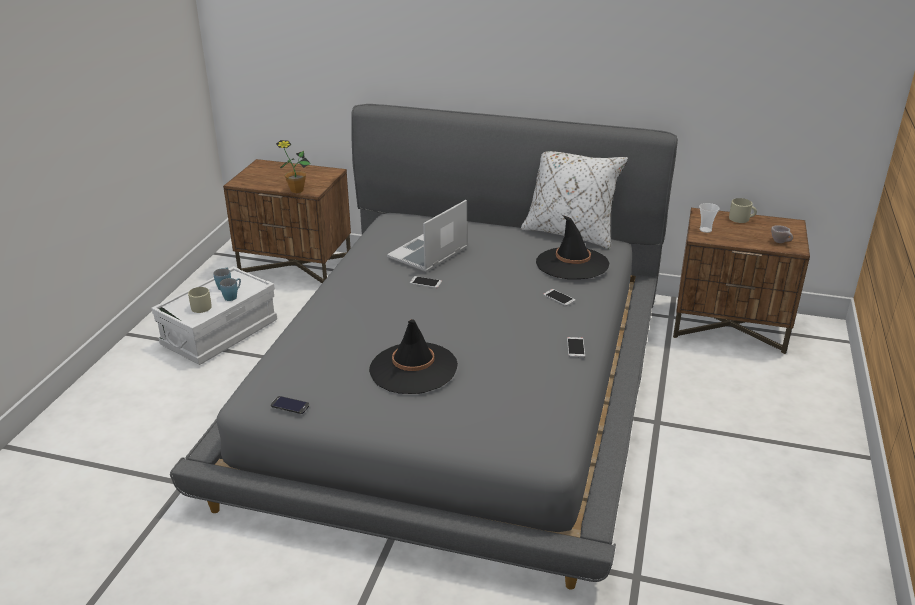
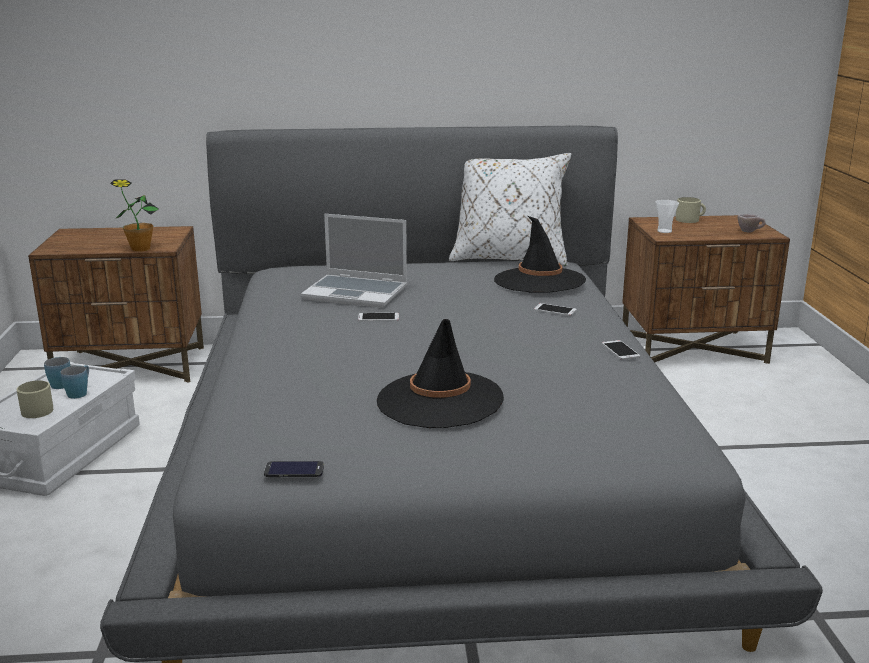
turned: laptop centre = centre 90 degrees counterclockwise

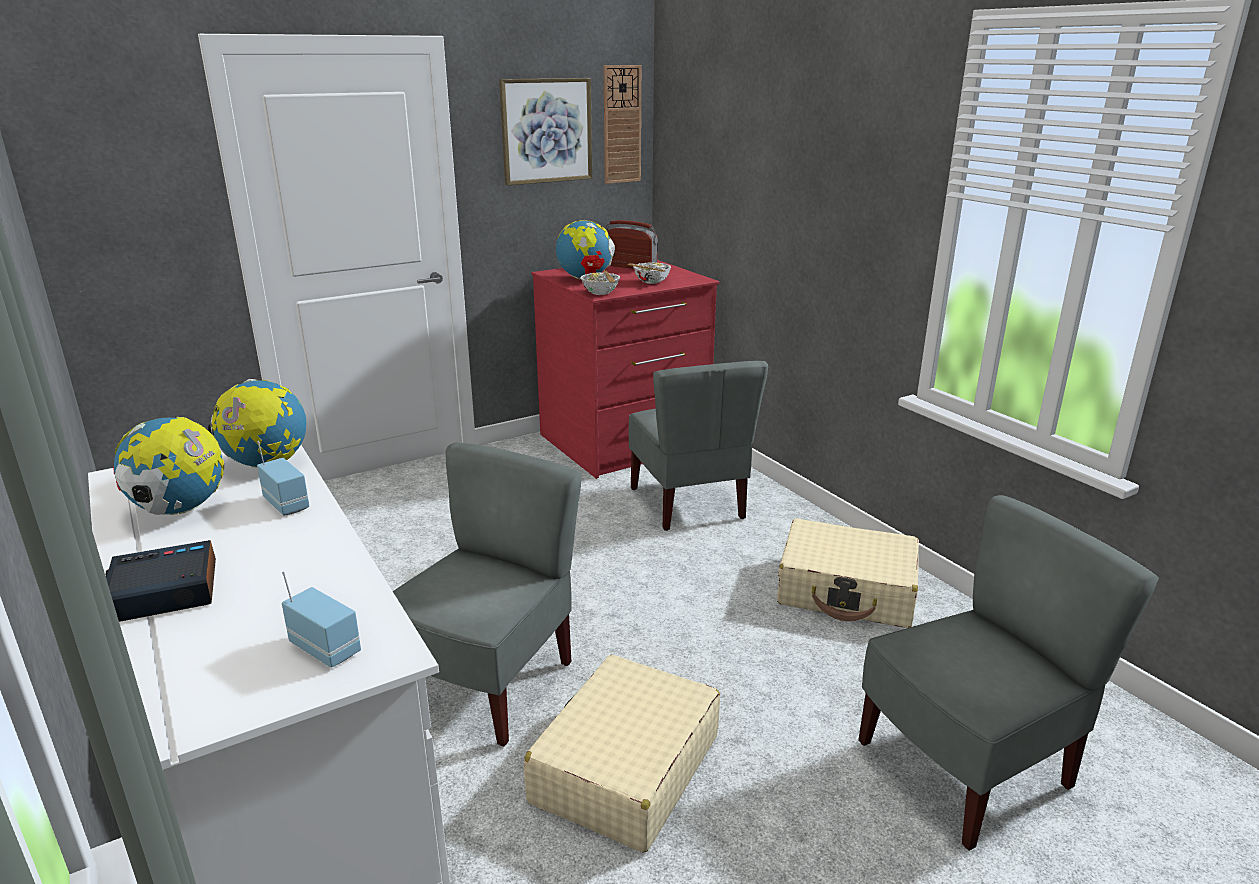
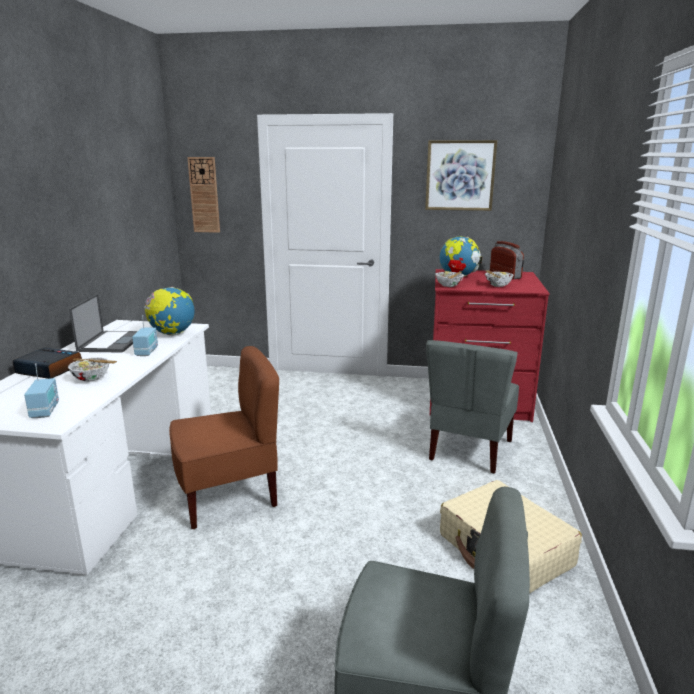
removed: beige suitcase (1st from left) bottom centre
added: bowl (1st from left) middle left
moved: wall clock top centre to top left
replaced: globe (1st from left) middle left to laptop middle left
recoloured: grey chair (1st from left) bottom centre to brown chair middle left

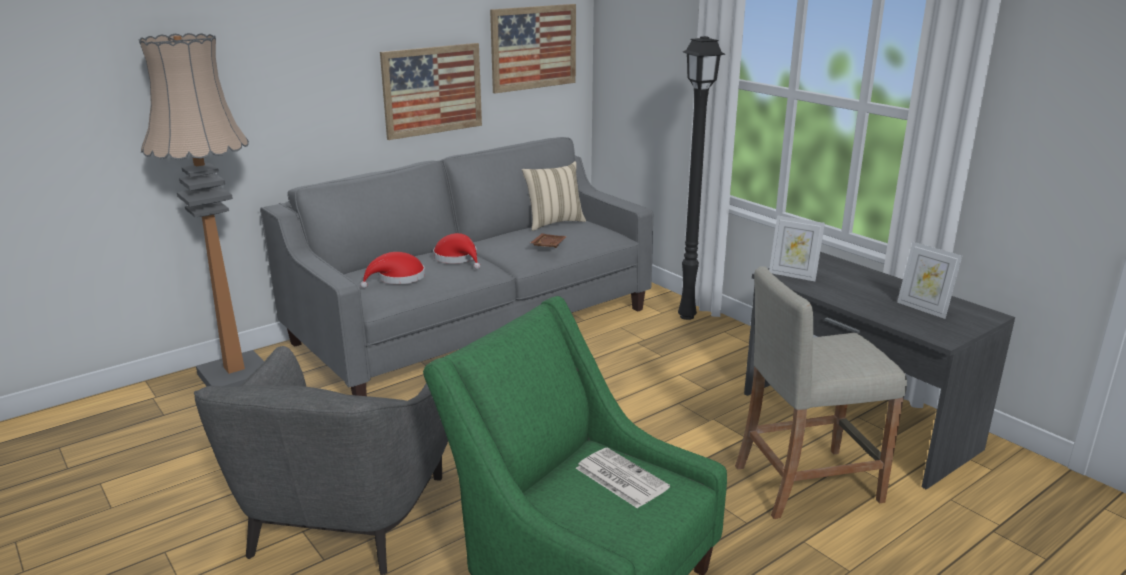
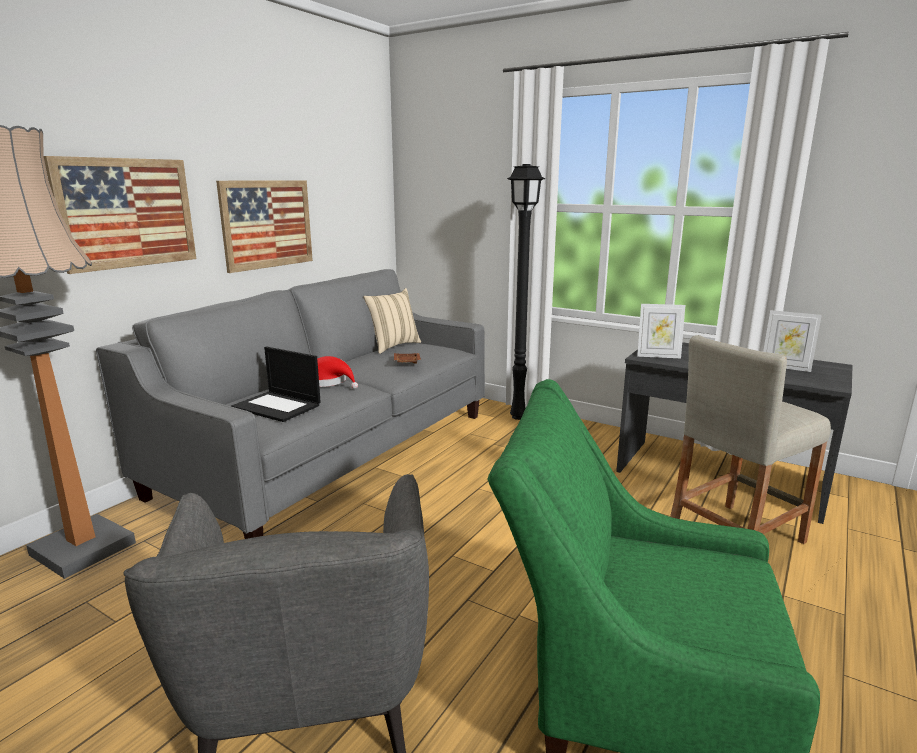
removed: newspaper bottom centre
moved: picture (2nd from left in the first image) top centre to picture (1st from left) top left
replaced: red hat (1st from left) centre to laptop middle left

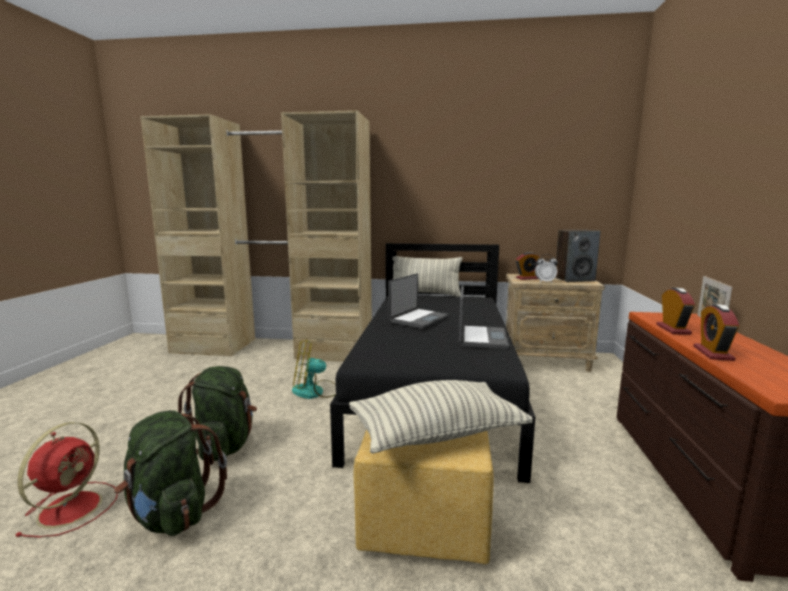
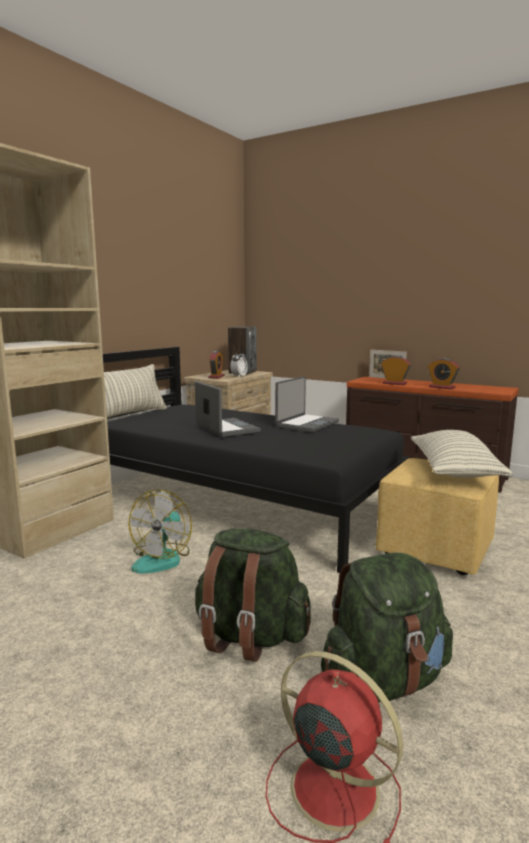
turned: laptop (2nd from left) centre = centre 90 degrees clockwise

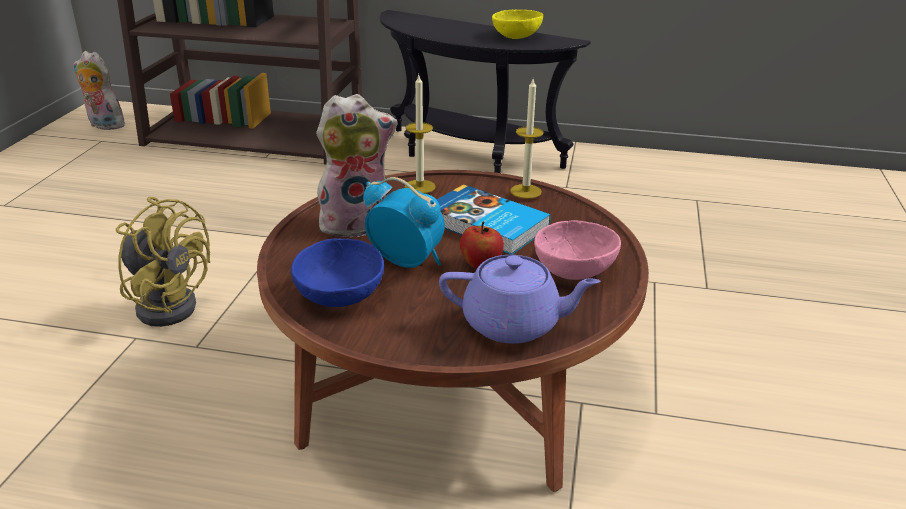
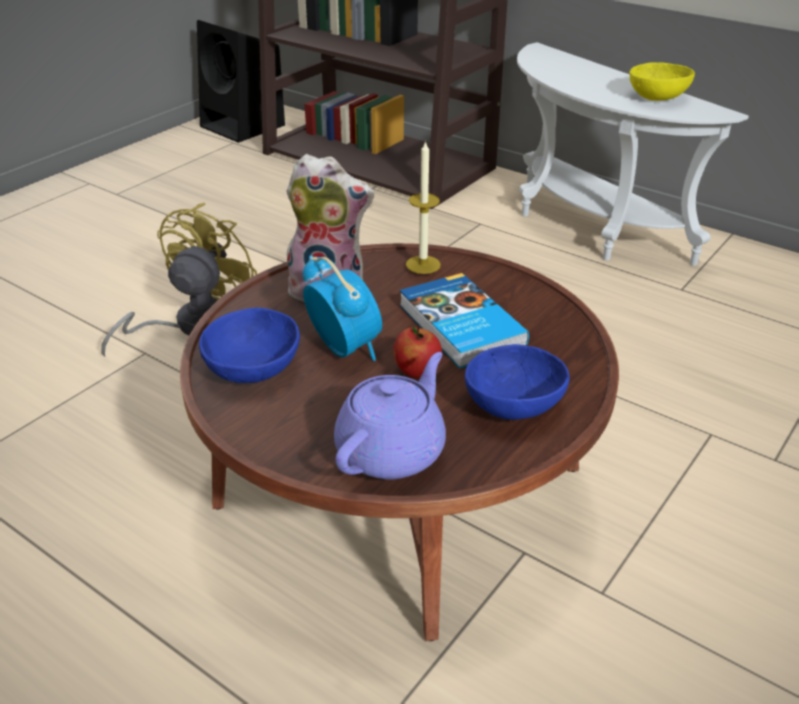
removed: candle (2nd from left) top centre
replaced: plush toy (1st from left) top left to black speaker top left
recoloured: black side table top centre to white side table top right; pink bowl centre to blue bowl (2nd from left) centre
turned: yellow fan middle left = middle left 120 degrees counterclockwise; purple teapot centre = centre 90 degrees counterclockwise

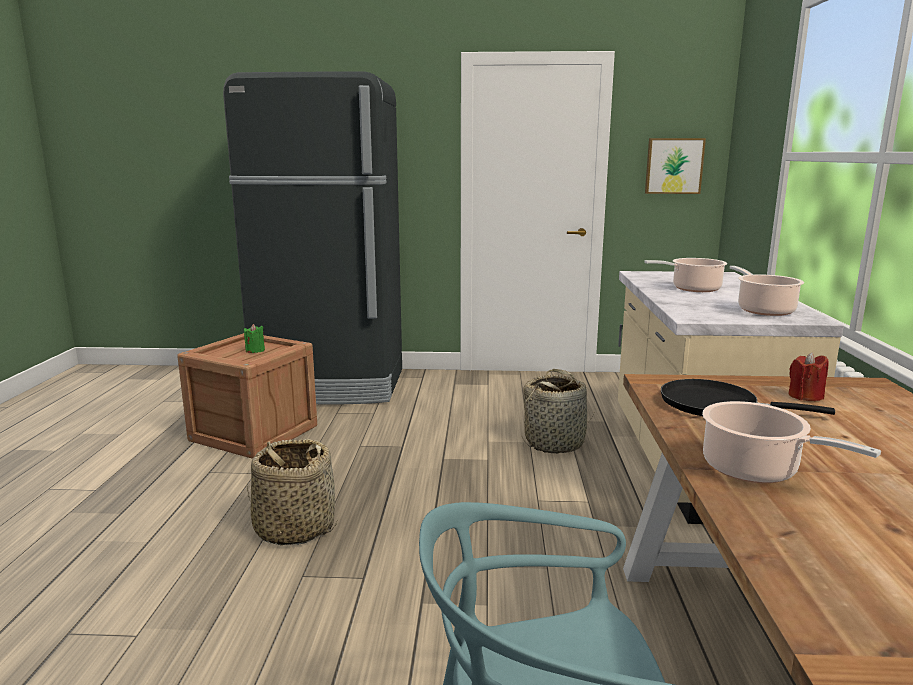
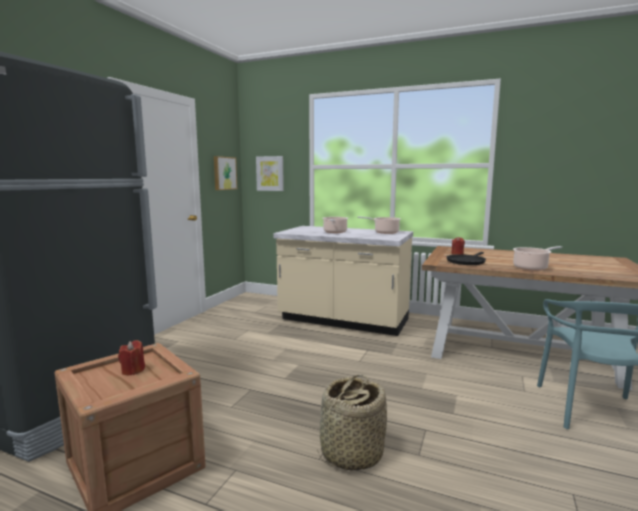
removed: basket (2nd from left) centre
added: picture (2nd from left) centre
recoloured: green candle middle left to red candle (1st from left) bottom left

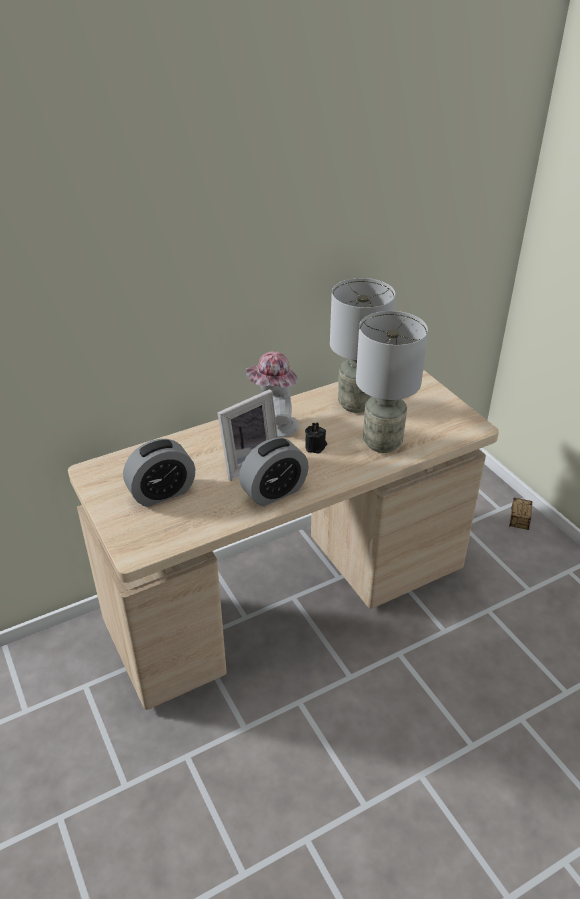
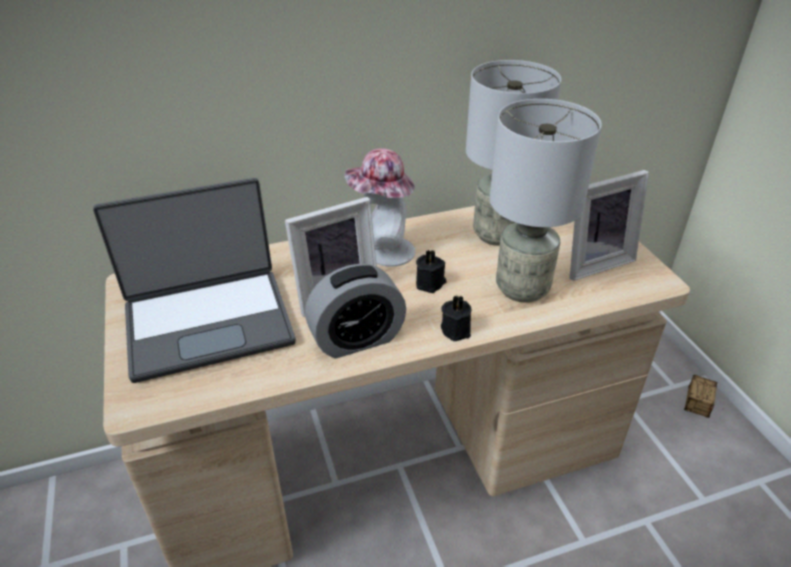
added: picture frame (2nd from left) middle right; black candle (2nd from left) centre
replaced: alarm clock (1st from left) middle left to laptop middle left

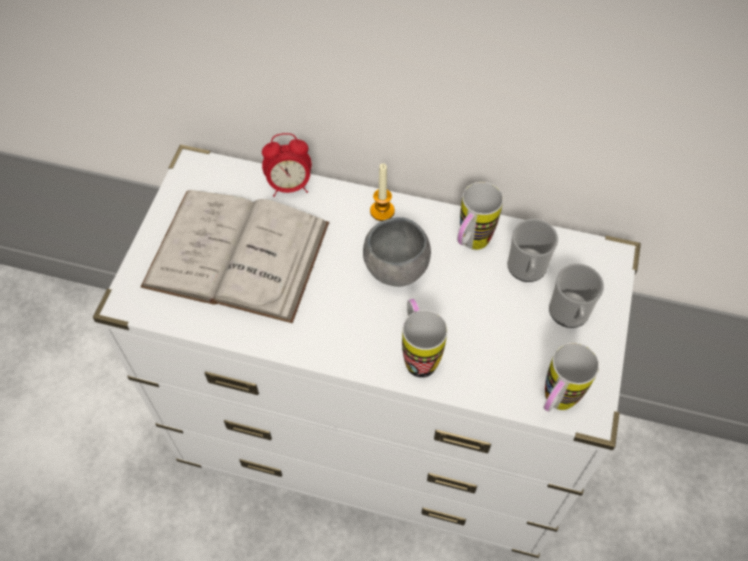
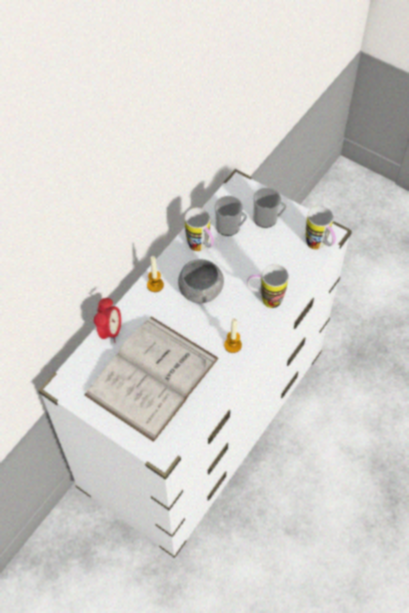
added: candle (2nd from left) centre

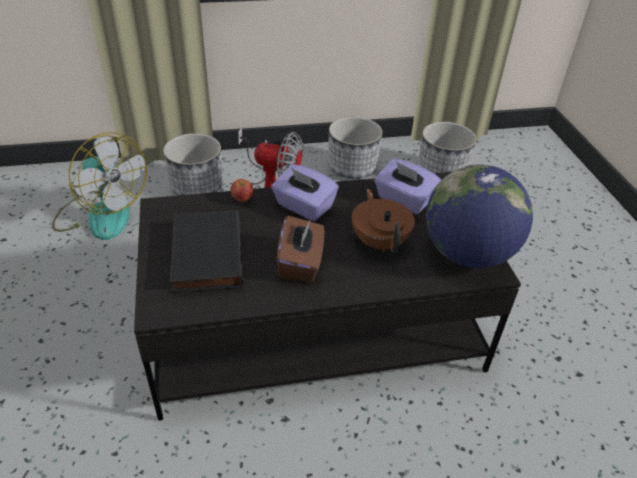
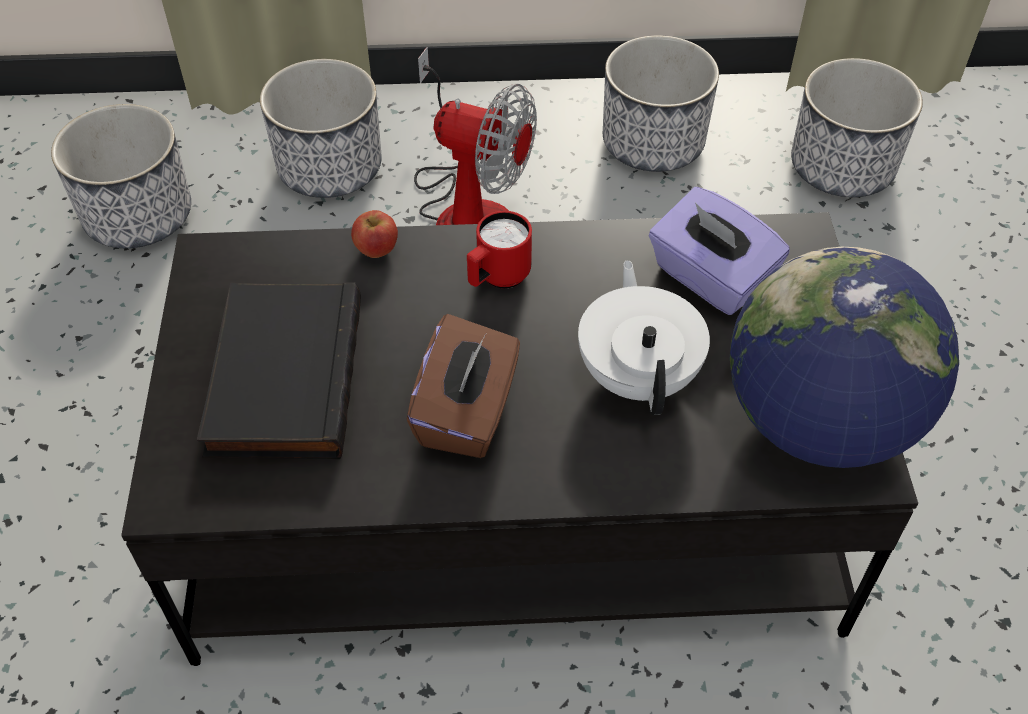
replaced: fan (1st from left) middle left to planter (1st from left) top left; purple tissue box (1st from left) centre to red mug centre
recoloured: brown teapot centre to white teapot centre

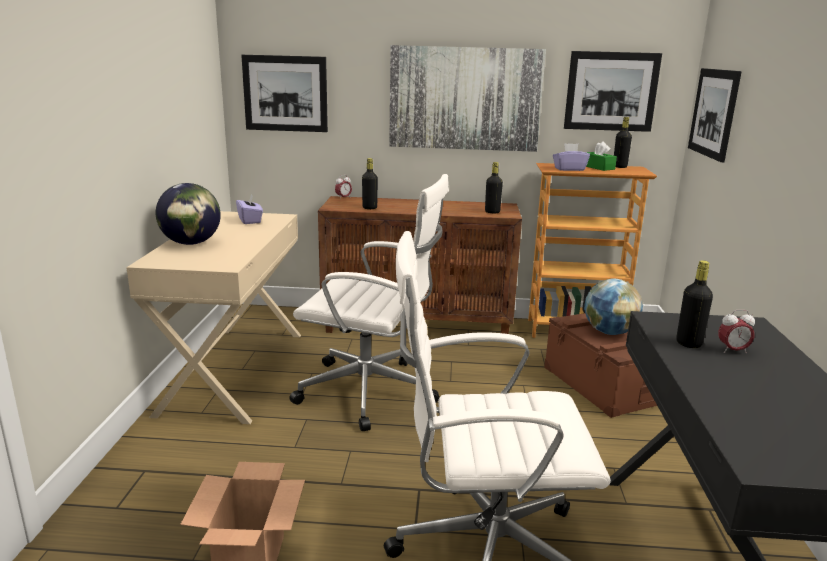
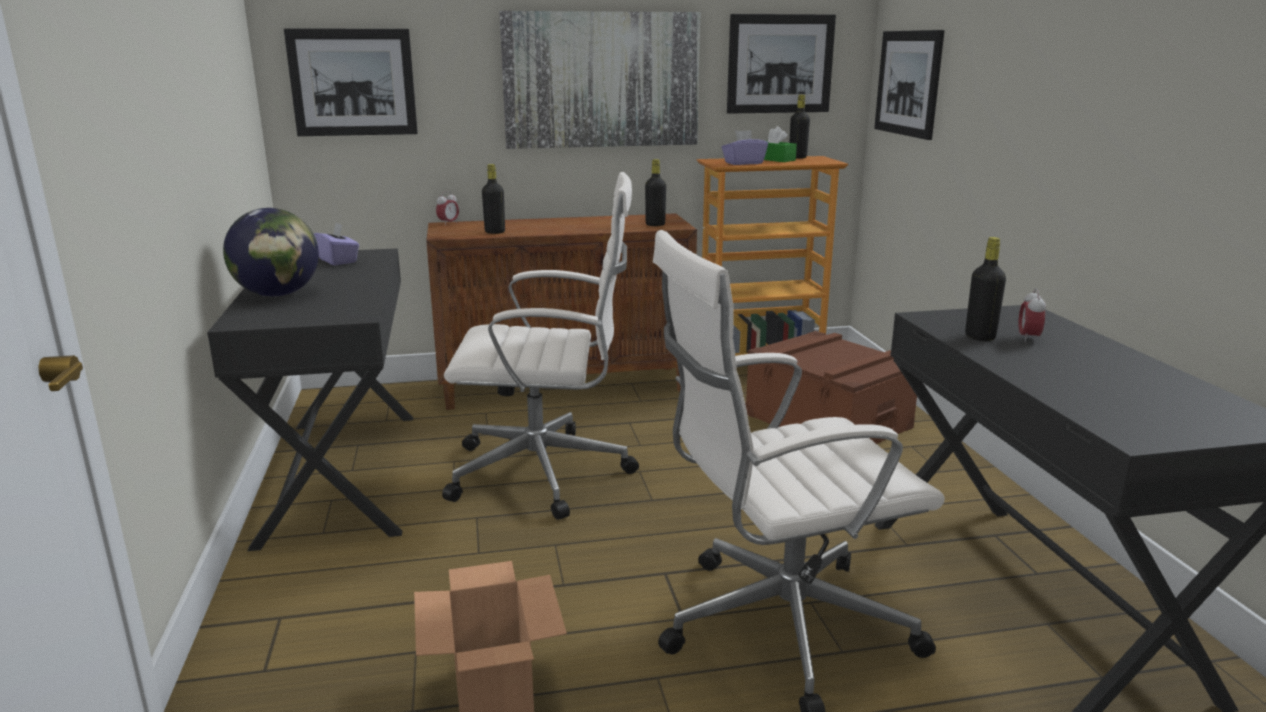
removed: globe (2nd from left) middle right
recoloured: beige desk middle left to black desk (1st from left) middle left
turned: alarm clock (2nd from left) middle right = middle right 120 degrees clockwise

